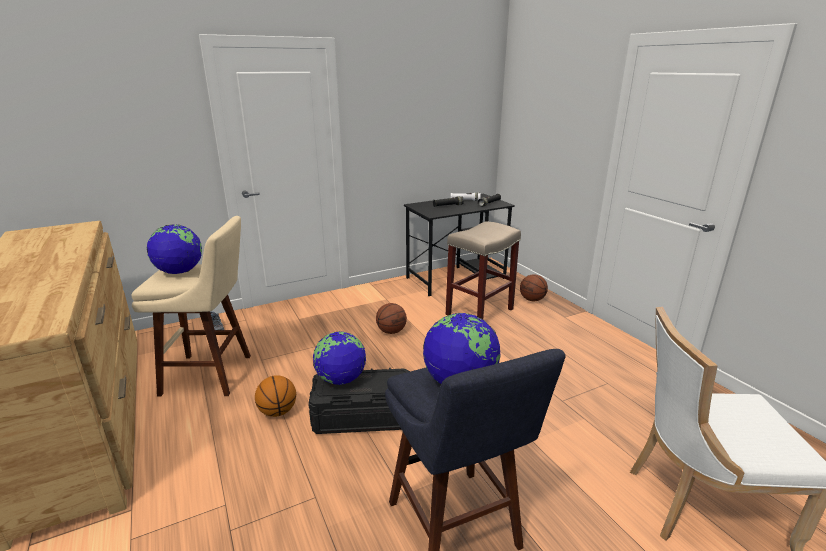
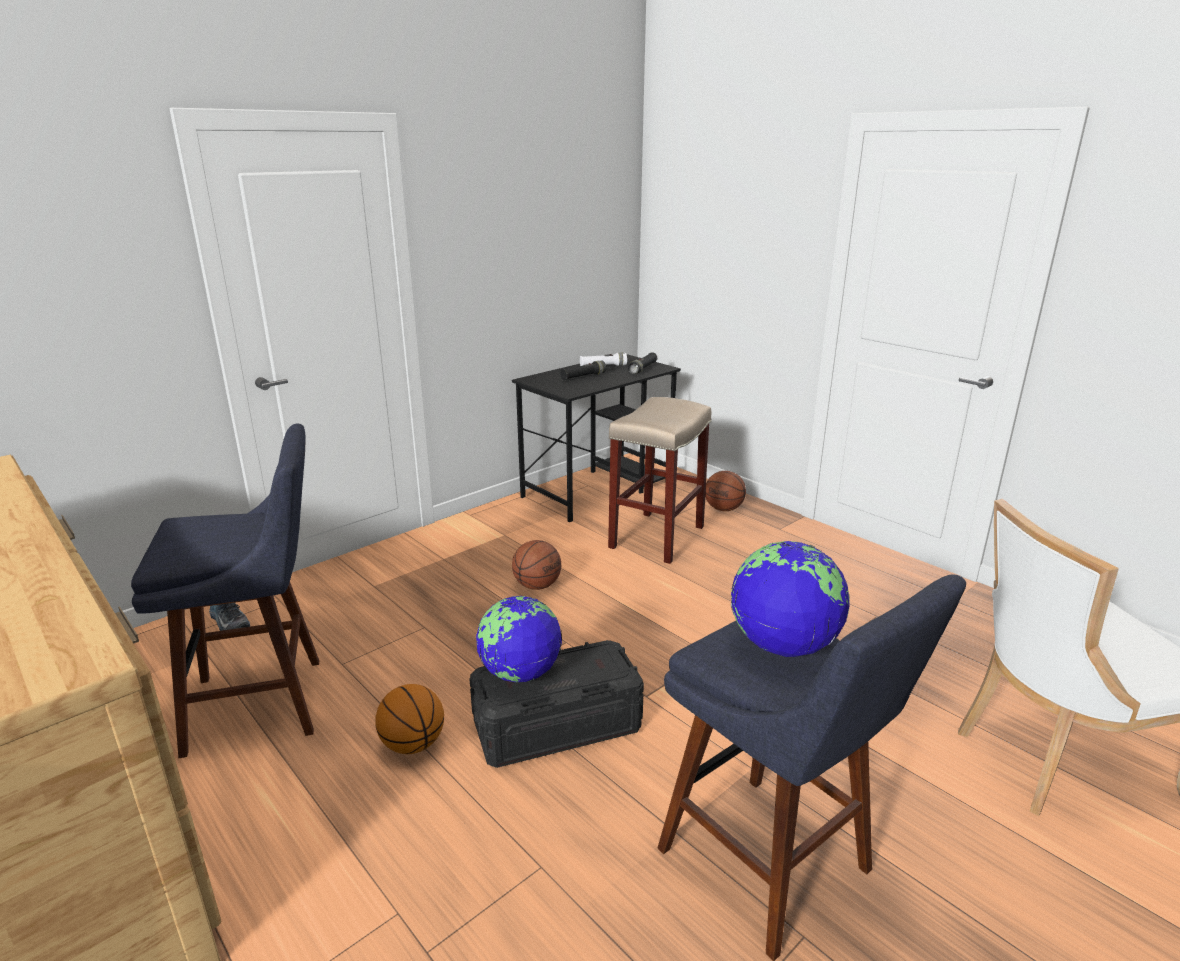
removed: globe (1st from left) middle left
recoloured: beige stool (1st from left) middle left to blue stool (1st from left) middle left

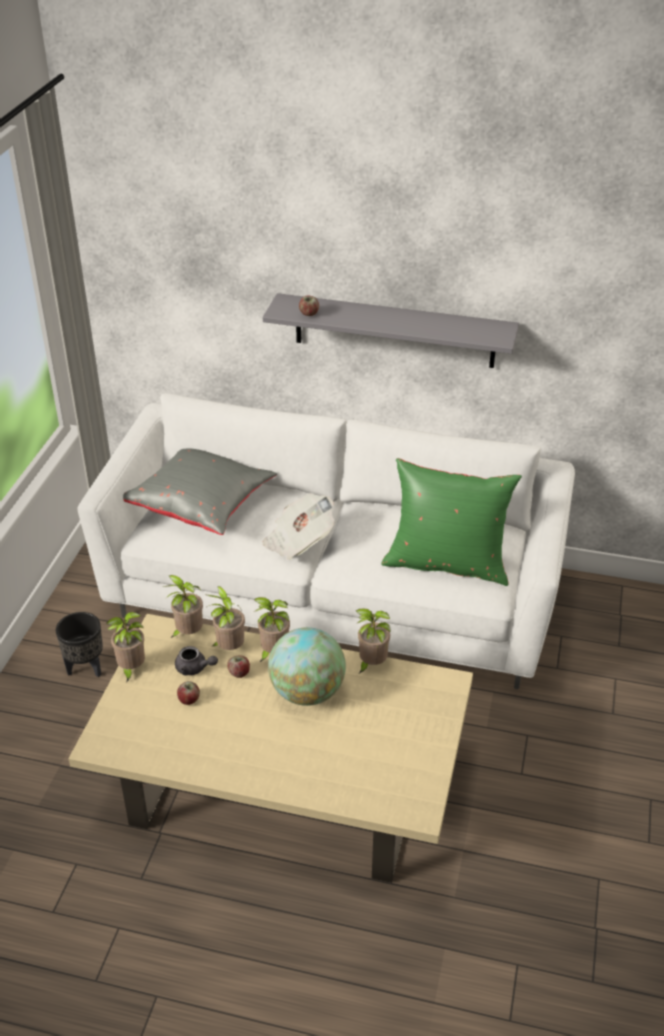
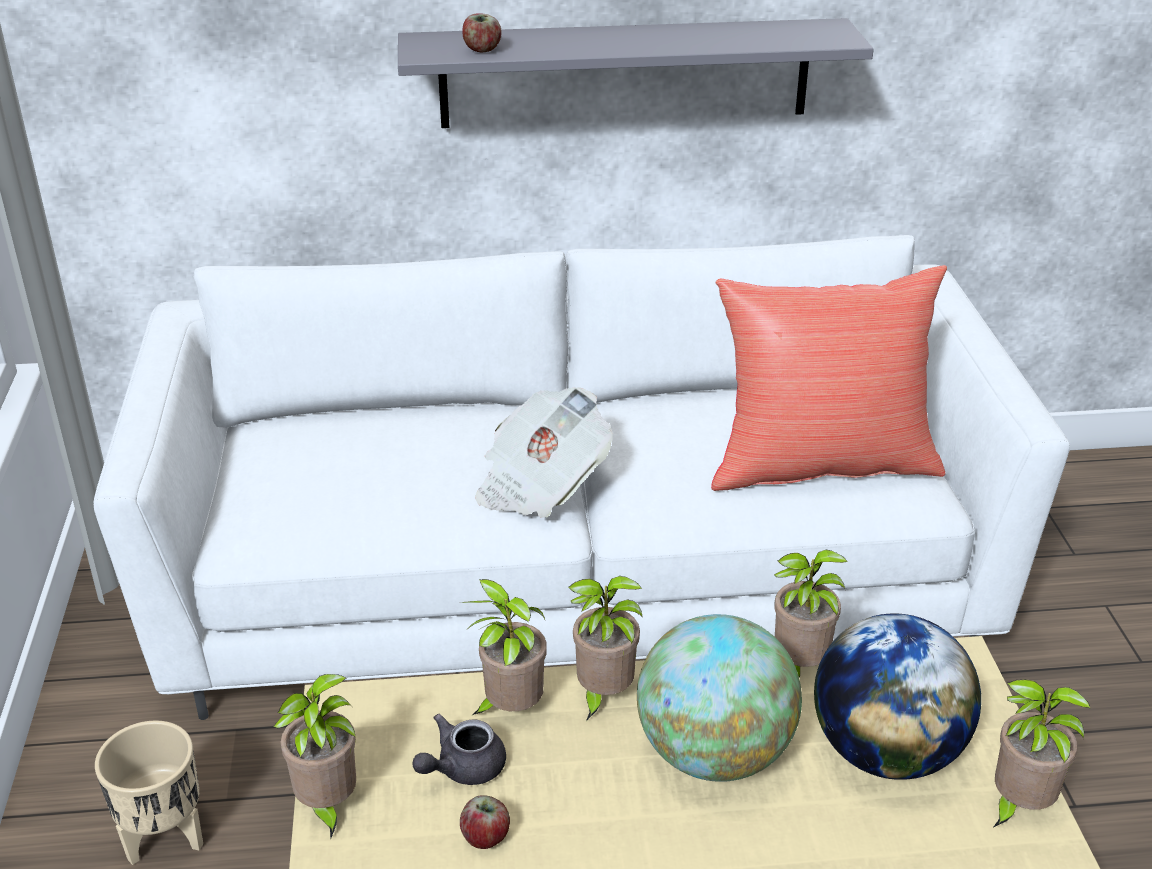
removed: grey pillow middle left; apple (2nd from left) centre
added: globe (2nd from left) bottom right
moved: potted plant (2nd from left in the first image) middle left to potted plant (5th from left) bottom right
recoloured: green pillow middle right to red pillow middle right; black planter middle left to beige planter bottom left
turned: grey teapot middle left = bottom centre 135 degrees clockwise

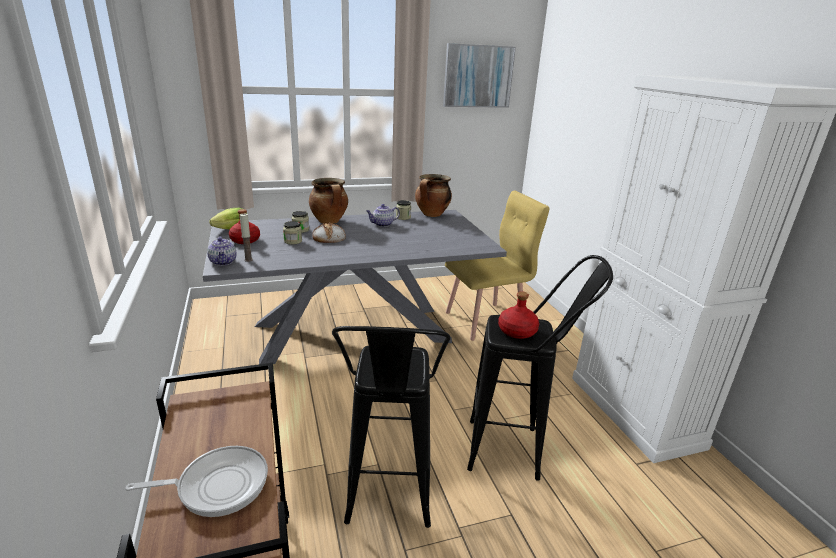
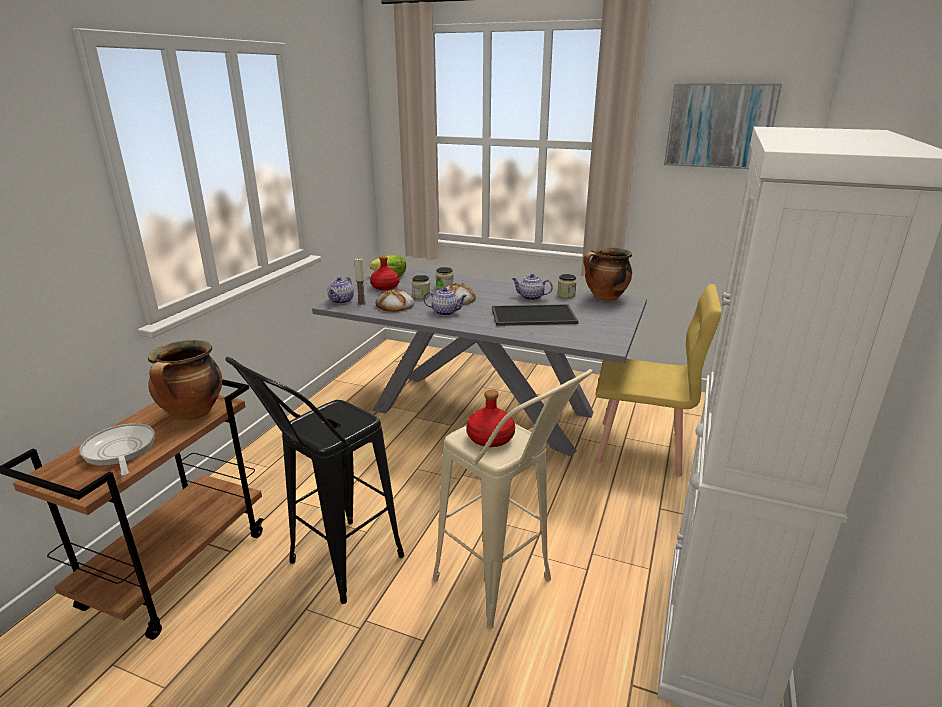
added: teapot (2nd from left) centre; bread (1st from left) centre; tray centre
moved: cooking pot (1st from left) centre to middle left
recoloured: black stool (2nd from left) centre to beige stool bottom centre
turned: frying pan bottom left = middle left 150 degrees counterclockwise

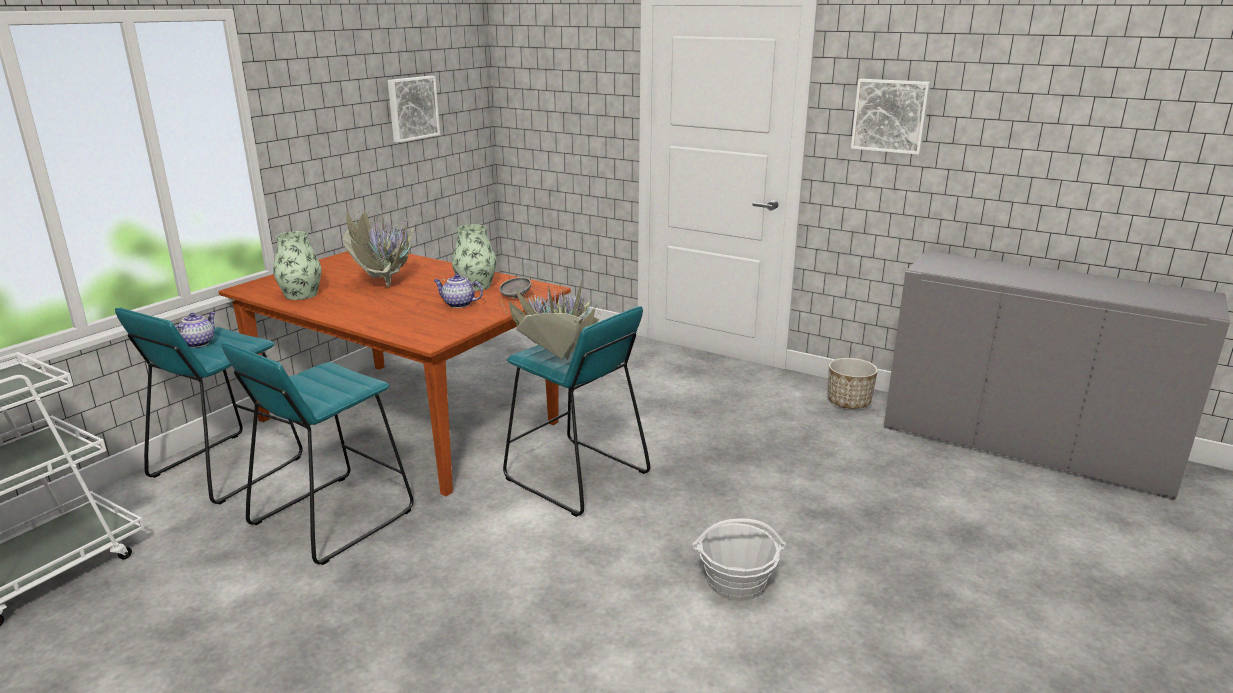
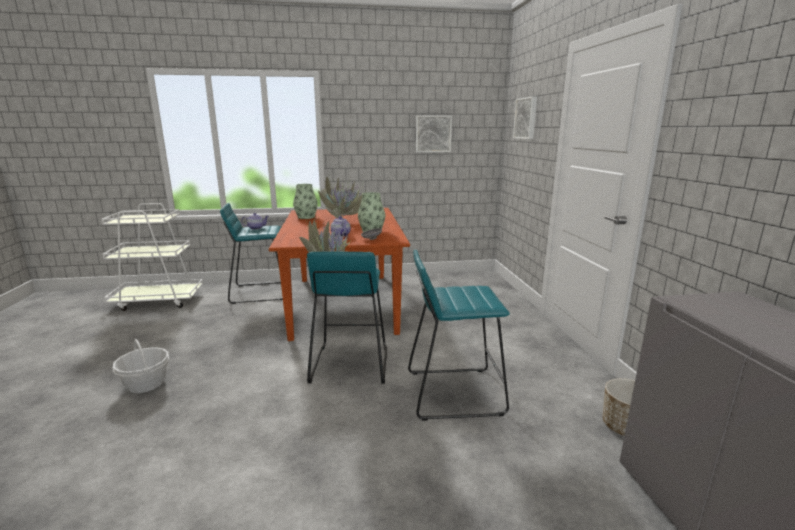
moved: picture (2nd from left) top right to top centre; turquoise stool (2nd from left in the first image) middle left to turquoise stool (3rd from left) centre; basket bottom centre to bottom left

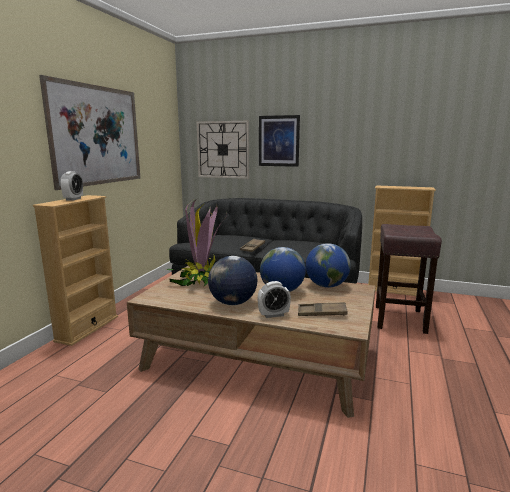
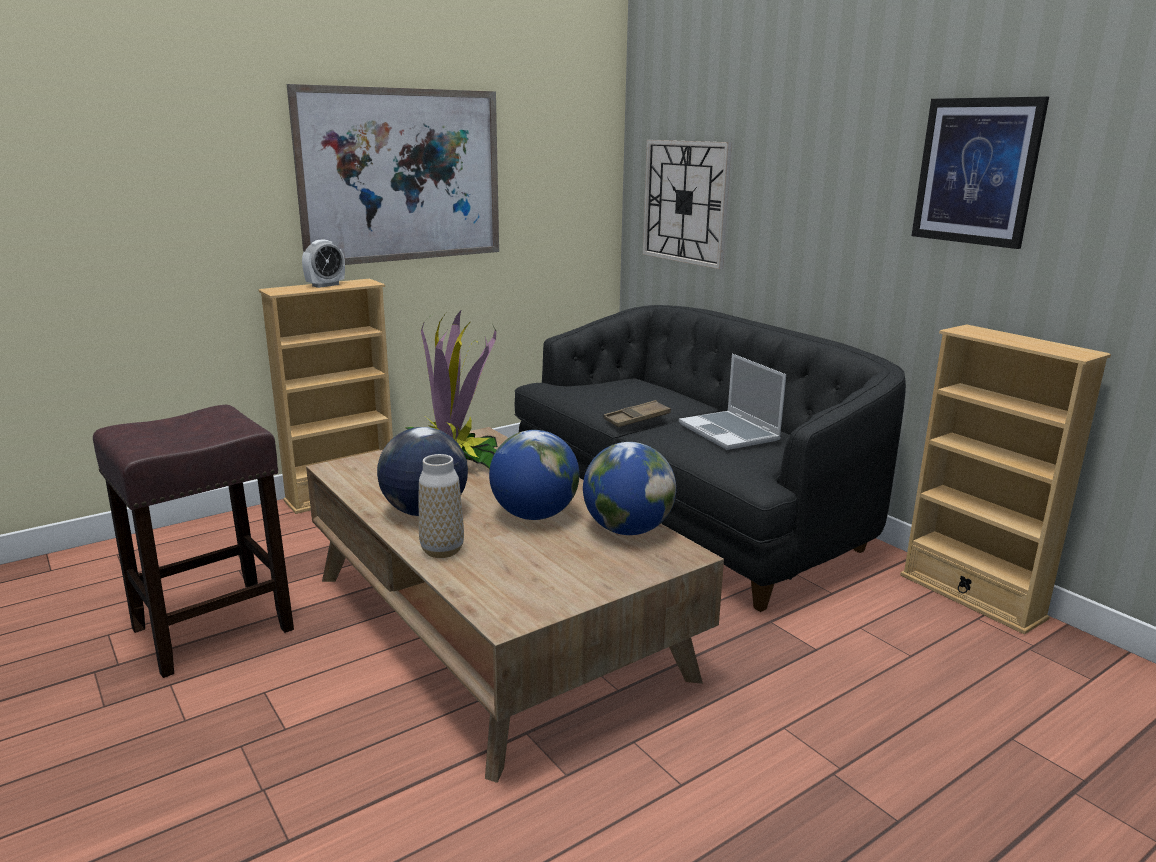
removed: brown tray (2nd from left) centre
added: laptop centre
moved: picture (2nd from left) top centre to top right; brown stool middle right to middle left
replaced: alarm clock (2nd from left) centre to vase centre

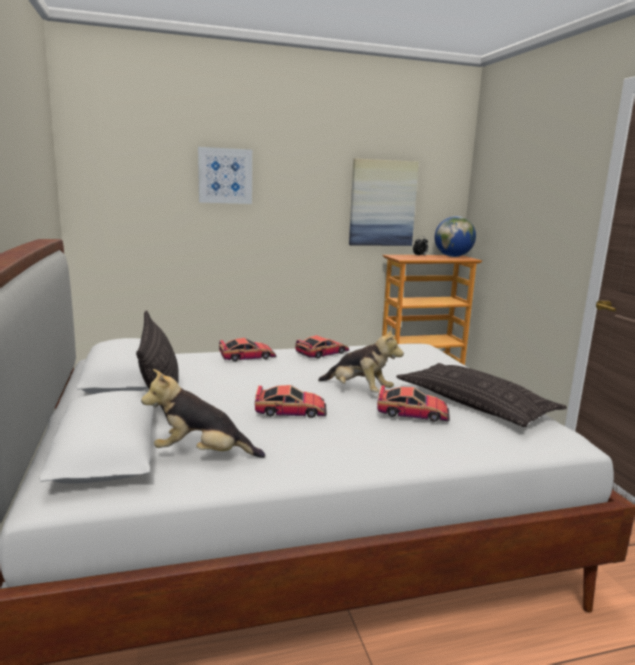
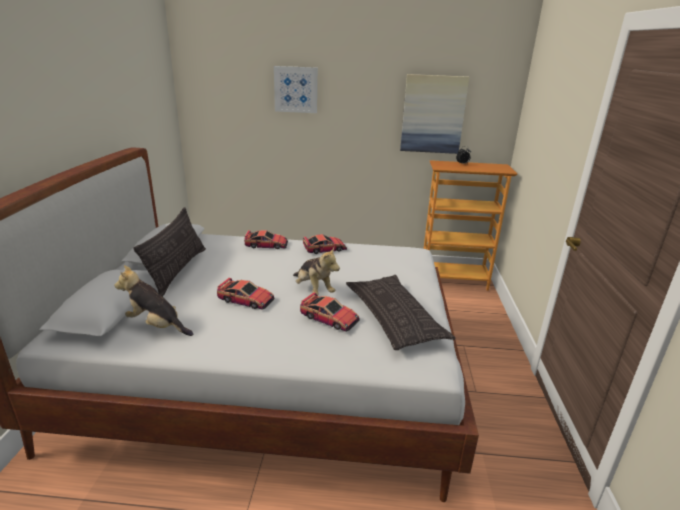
removed: globe middle right

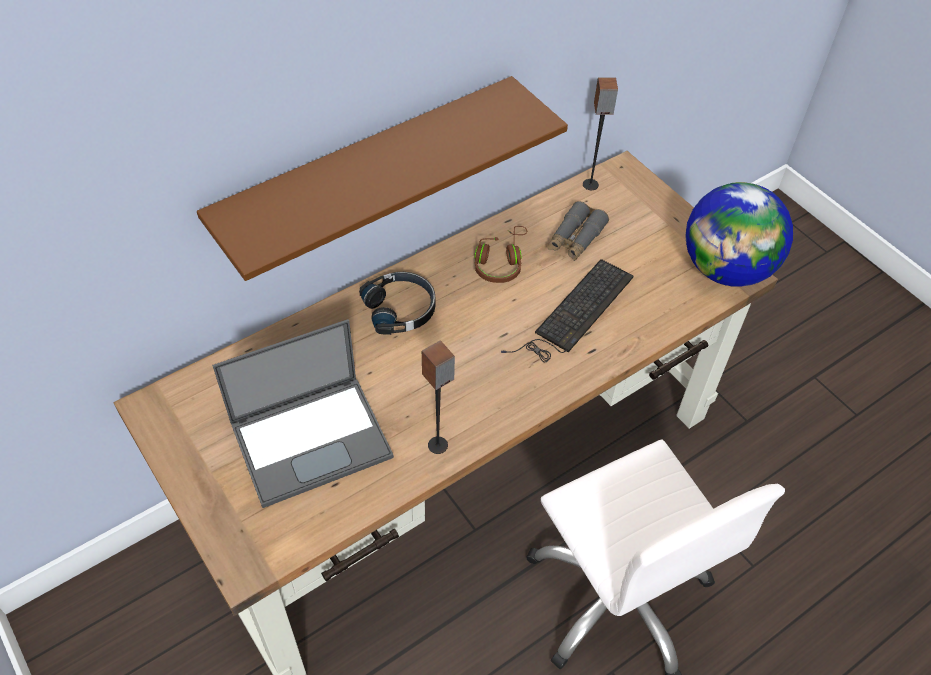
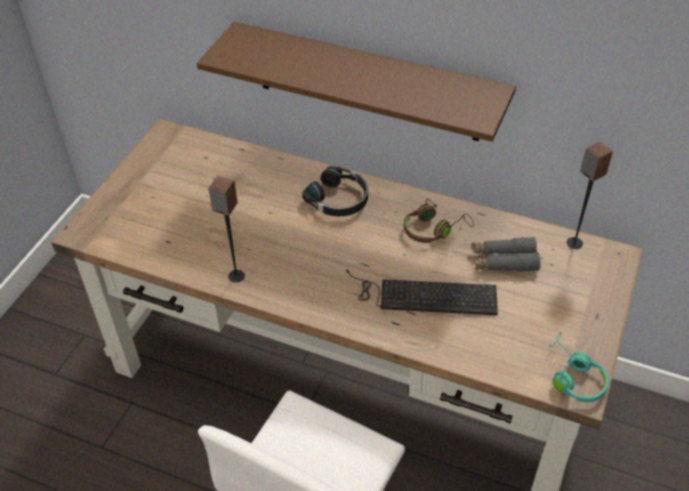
removed: laptop middle left
replaced: globe middle right to turquoise headphones bottom right

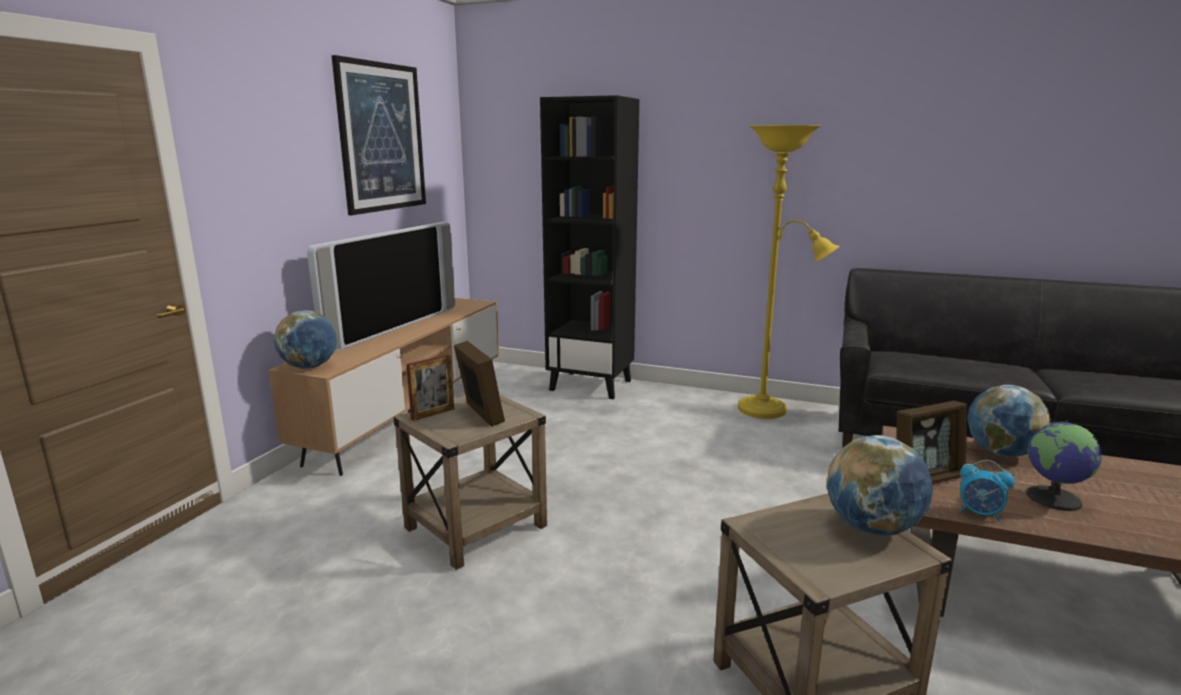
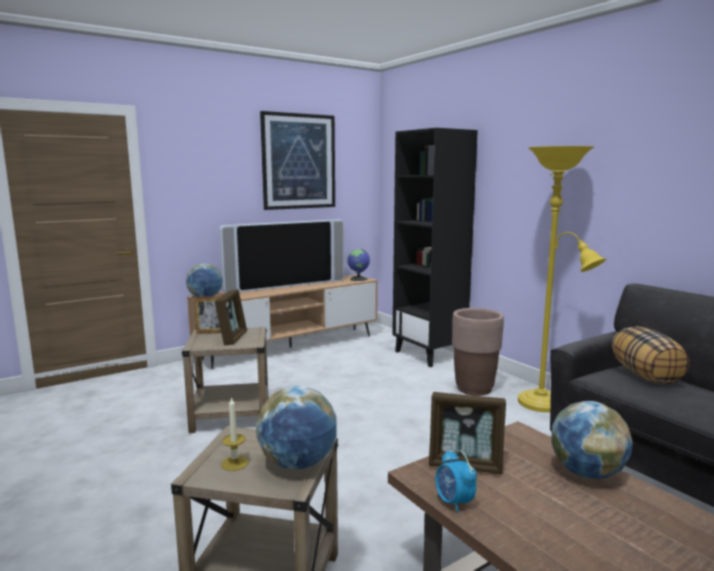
added: brown planter middle right; pillow middle right; candle bottom left
moved: globe (4th from left in the first image) bottom right to globe (3rd from left) centre

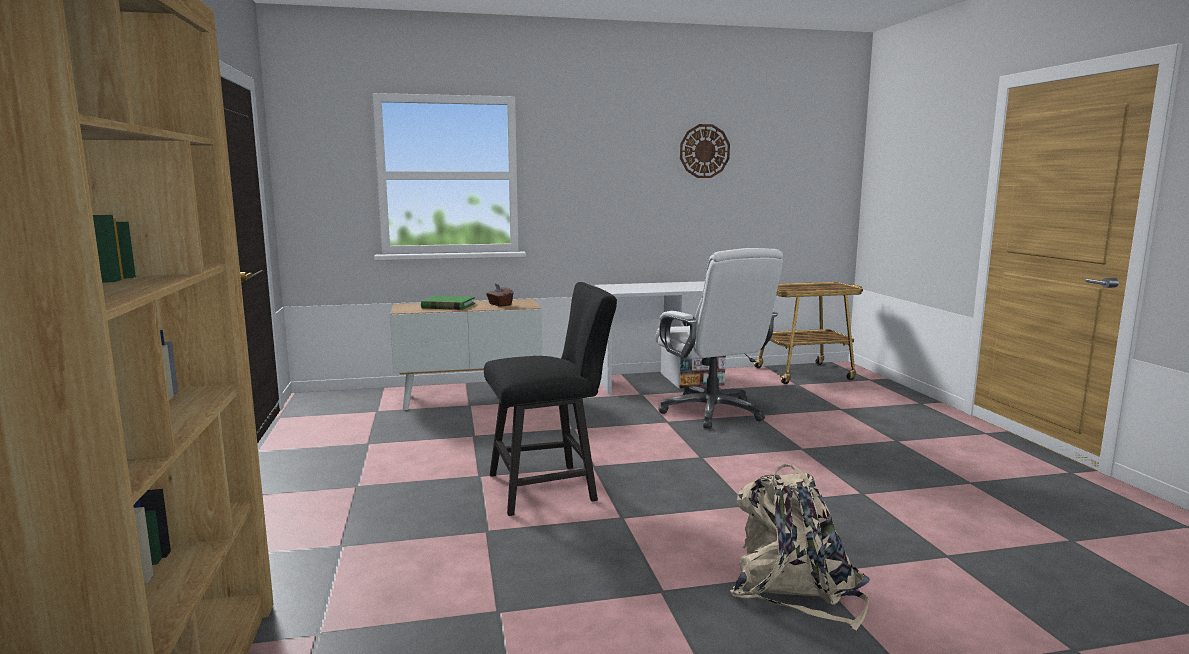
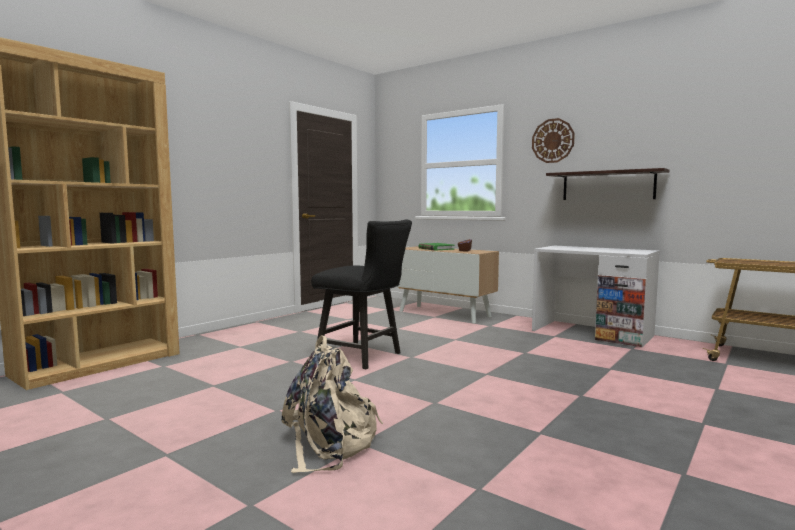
removed: white office chair centre
added: shelf middle right
moved: wall clock top centre to top right

